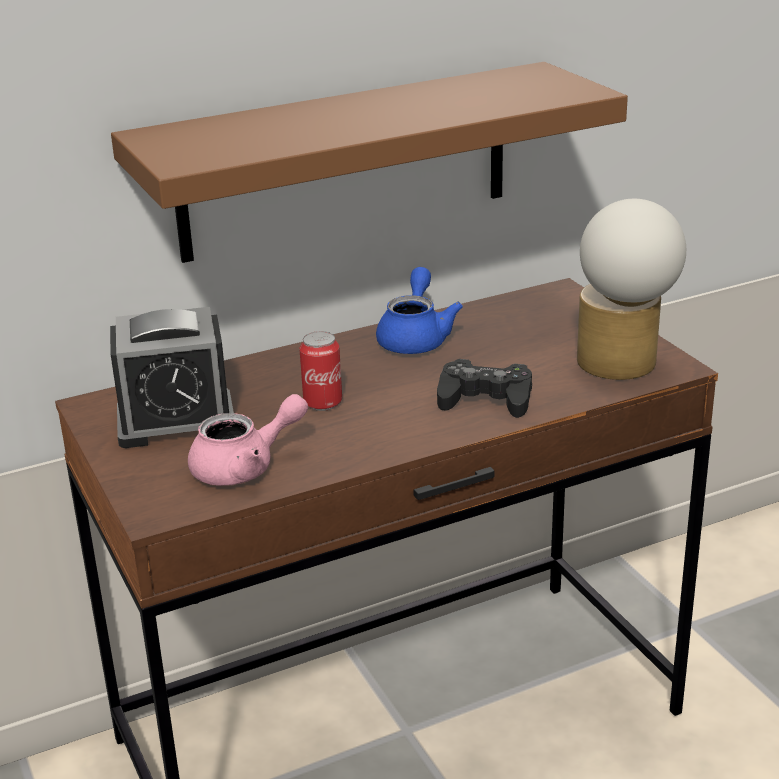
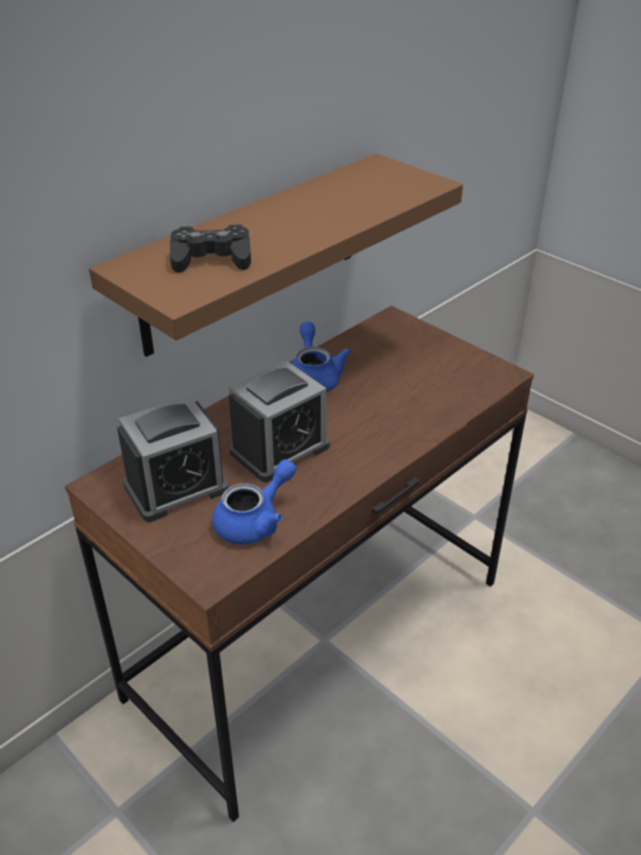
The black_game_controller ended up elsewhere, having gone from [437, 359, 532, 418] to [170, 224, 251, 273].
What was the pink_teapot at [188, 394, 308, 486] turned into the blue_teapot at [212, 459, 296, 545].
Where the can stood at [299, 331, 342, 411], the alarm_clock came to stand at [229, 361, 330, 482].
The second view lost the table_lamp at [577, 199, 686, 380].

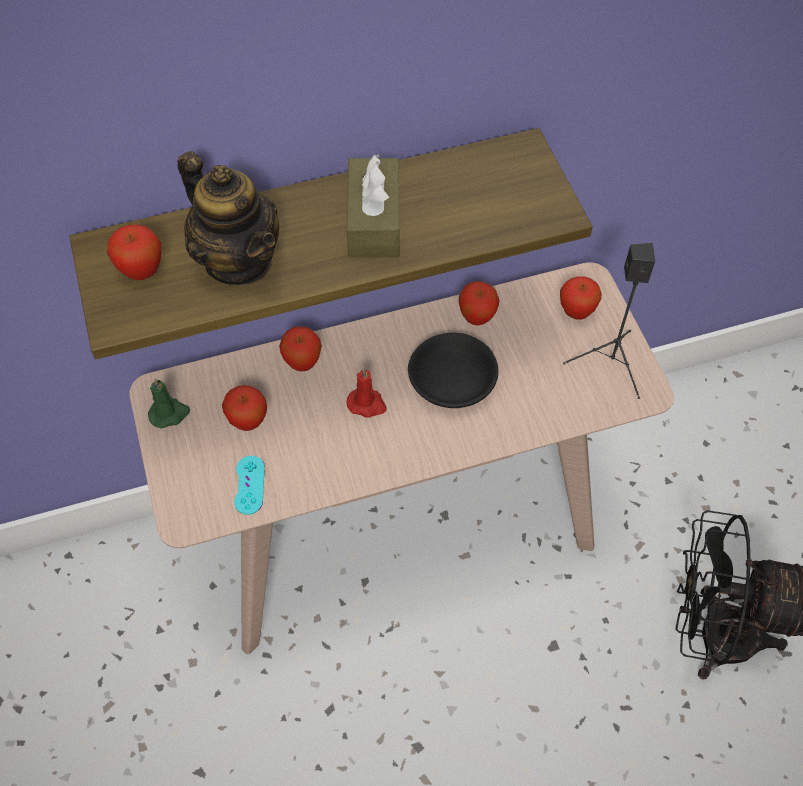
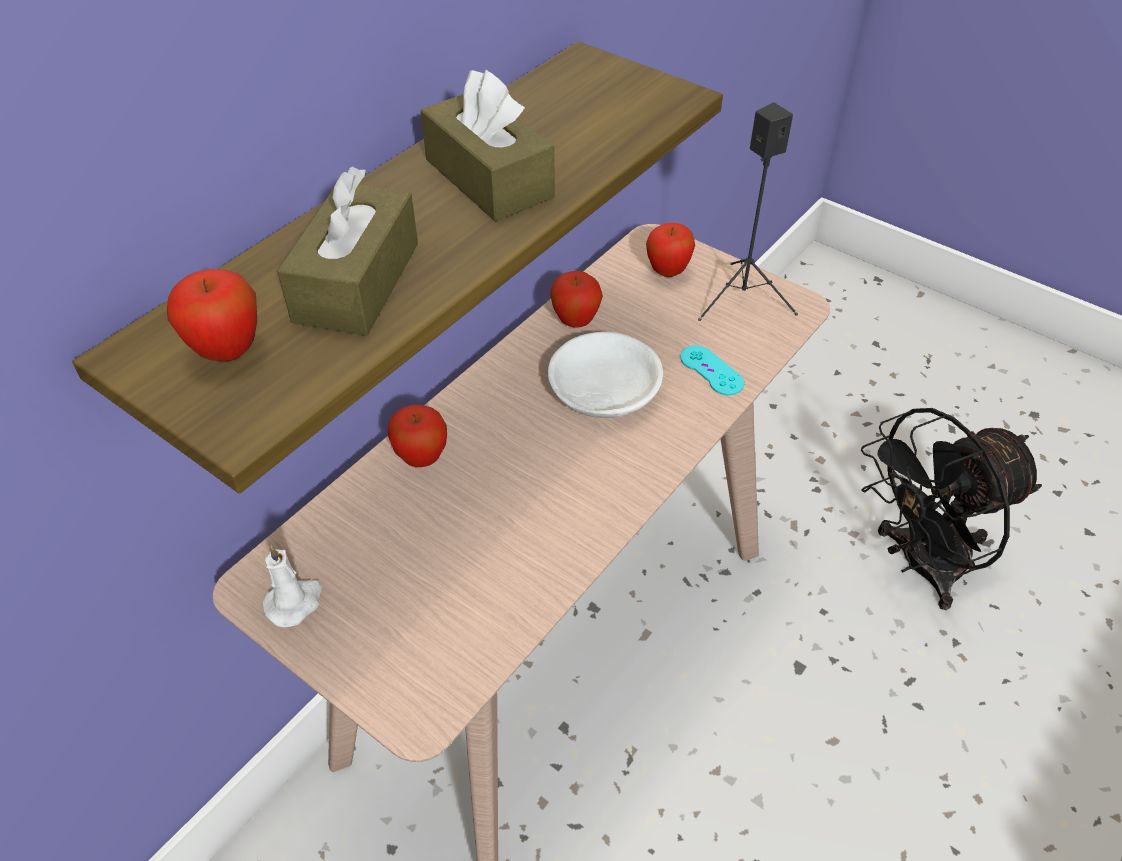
What was the green_candle at [148, 378, 190, 429] turned into the white_candle at [263, 544, 322, 628].
Where the teapot stood at [177, 151, 279, 285], the brown_tissue_box came to stand at [277, 166, 418, 336].
What was the black_bowl at [408, 333, 499, 408] turned into the white_bowl at [548, 332, 663, 418].
The turquoise_game_controller ended up elsewhere, having gone from [234, 456, 265, 515] to [680, 345, 744, 395].
The second view lost the apple at [222, 385, 267, 431].
The second view lost the red_candle at [347, 367, 387, 418].

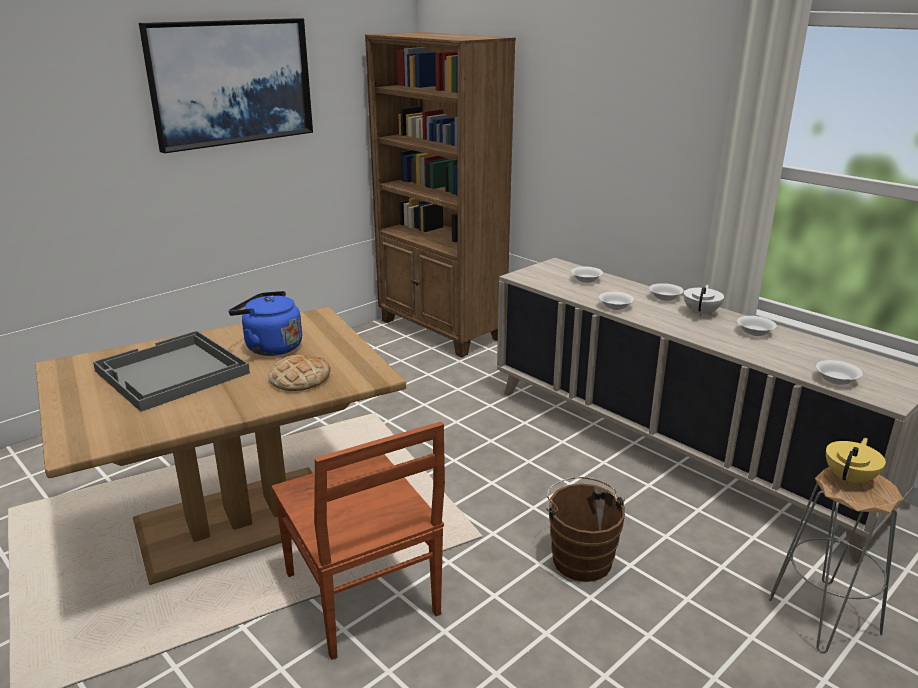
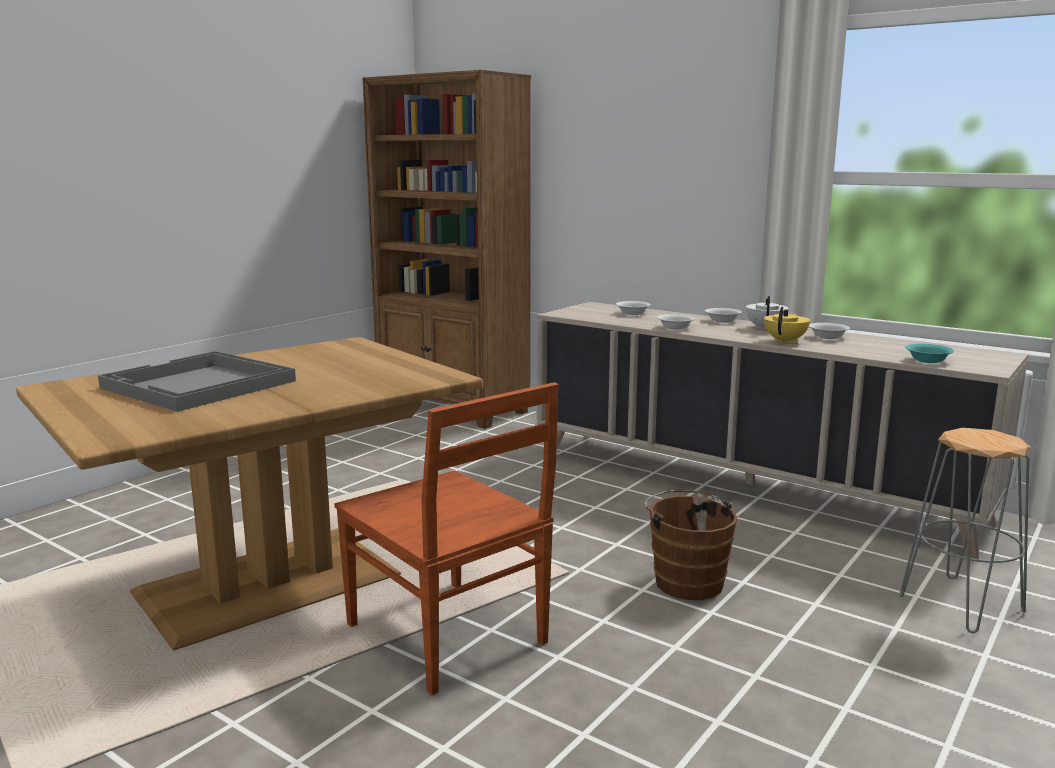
The yellow_teapot ended up elsewhere, having gone from [826, 438, 886, 485] to [764, 307, 810, 344].
What was the white_bowl at [816, 360, 863, 385] turned into the turquoise_bowl at [905, 344, 954, 363].
The second view lost the picture at [139, 18, 313, 153].
The second view lost the blue_kettle at [228, 291, 302, 356].
The second view lost the bread at [269, 355, 330, 391].

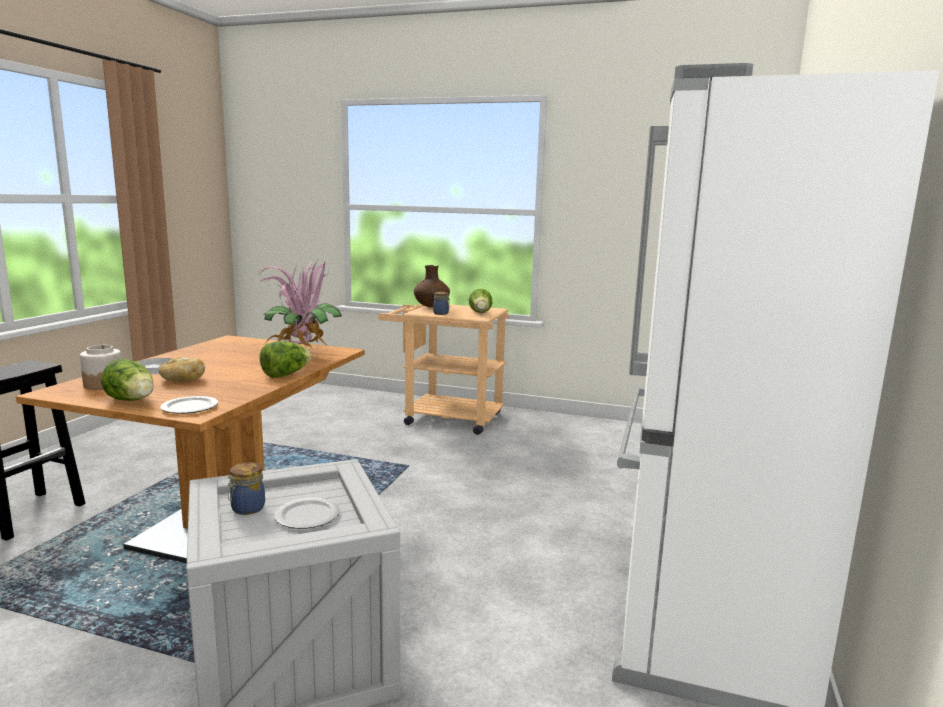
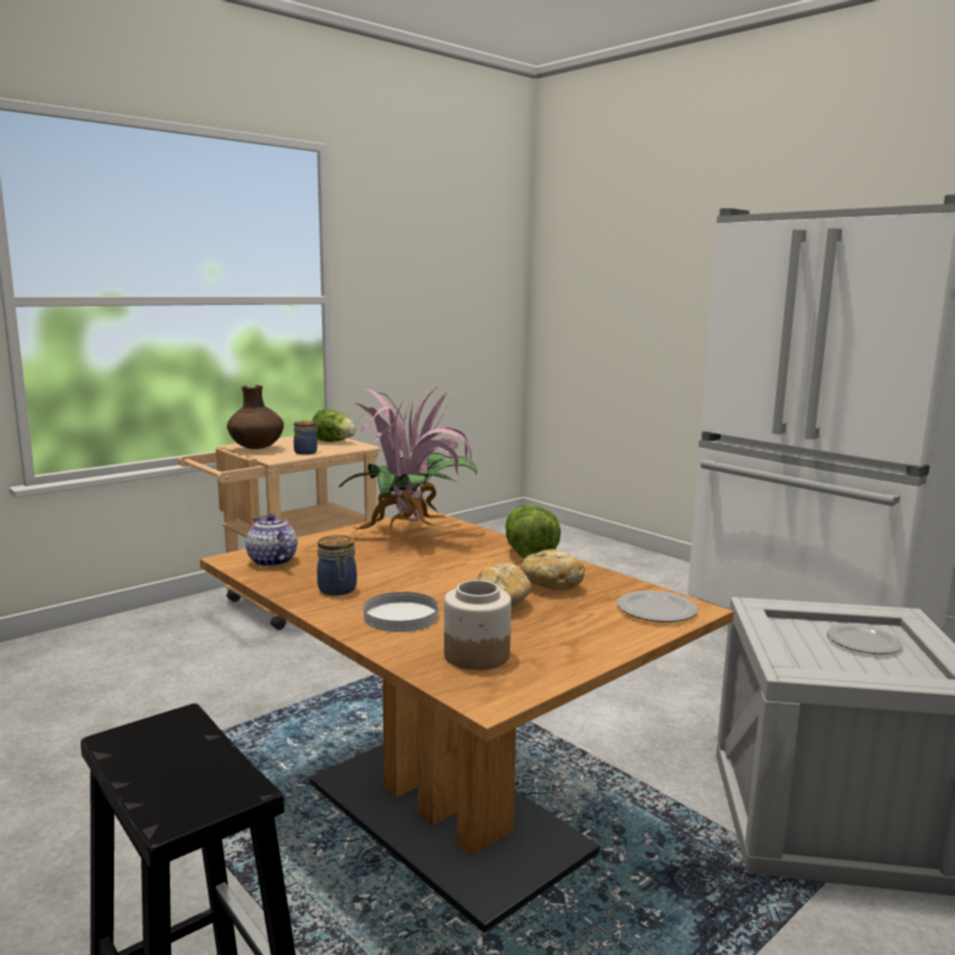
The second view gained the teapot at [246, 514, 298, 567].
The jar ended up elsewhere, having gone from [228, 462, 265, 515] to [317, 535, 357, 596].
The second view gained the bread at [520, 549, 585, 591].
The second view lost the lettuce at [101, 359, 154, 401].

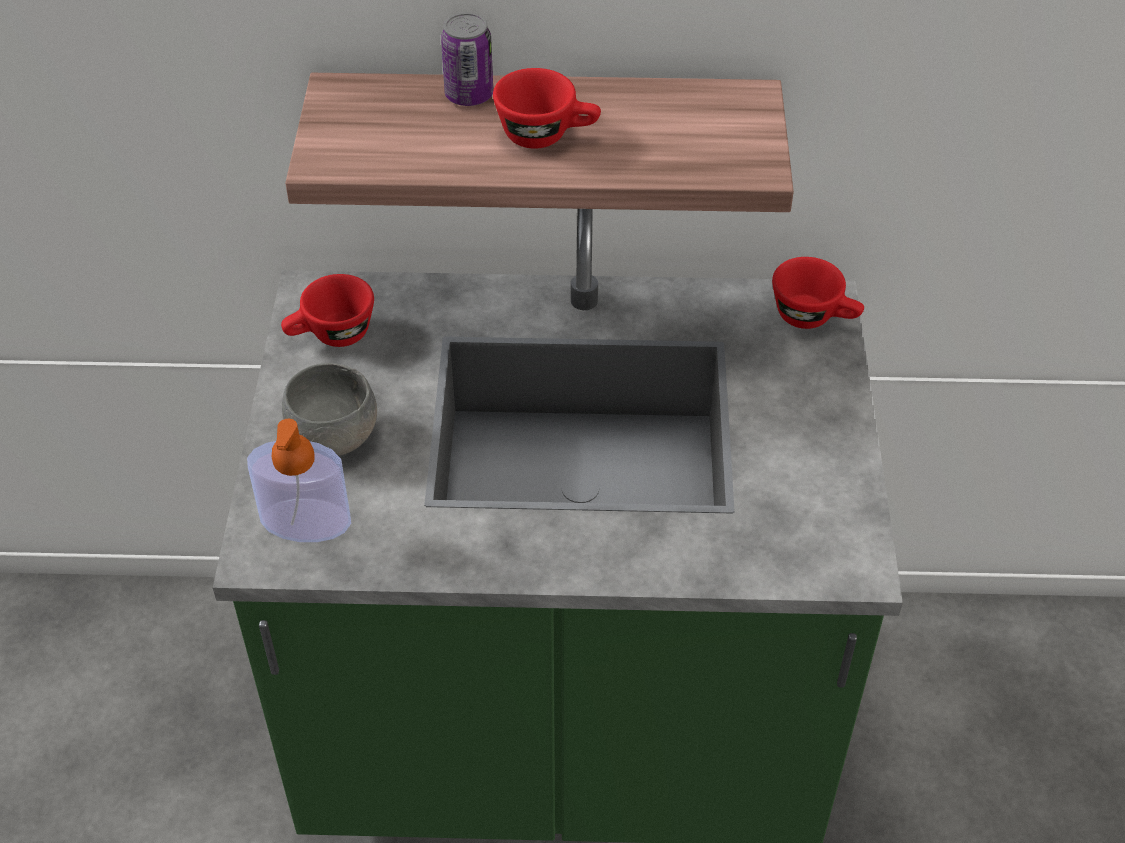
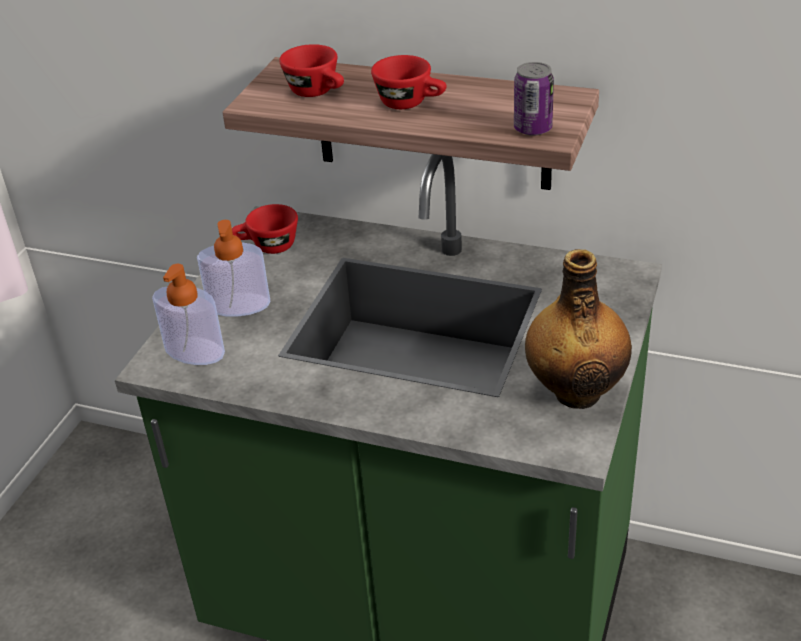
Where the grey_bowl stood at [282, 363, 377, 456], the soap_dispenser came to stand at [197, 220, 270, 317].
The red_cup ended up elsewhere, having gone from [772, 257, 864, 329] to [279, 44, 344, 97].
The can ended up elsewhere, having gone from [441, 13, 493, 106] to [514, 62, 554, 136].
The second view gained the bottle at [525, 249, 632, 409].

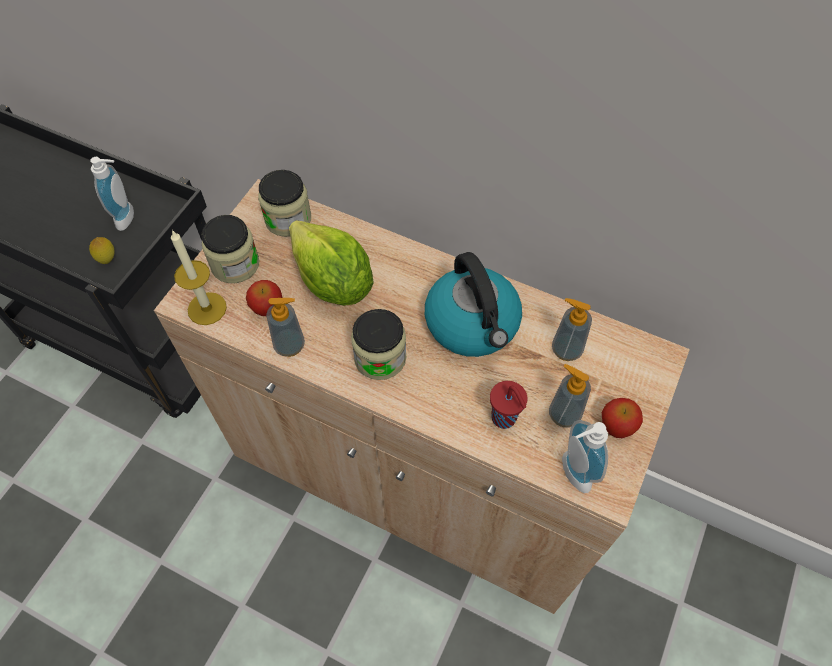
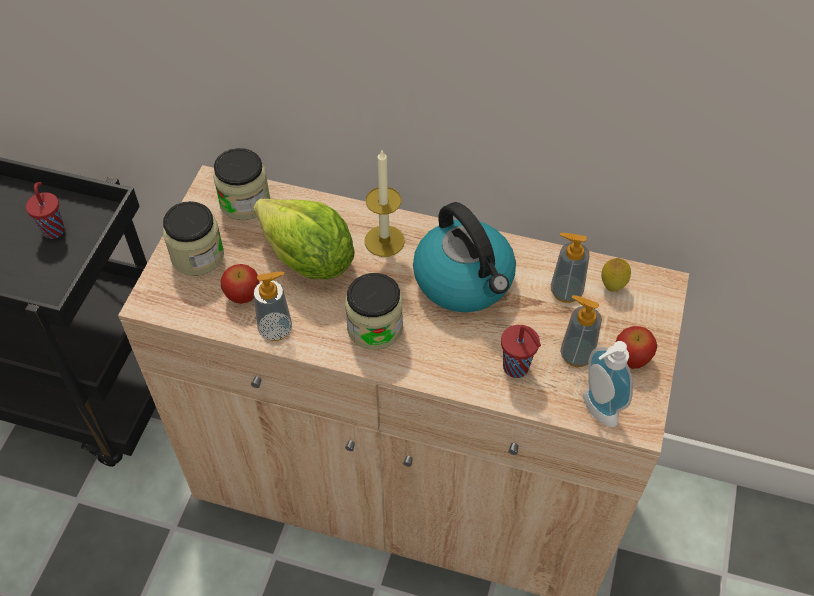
Where the soap_dispenser stood at [90, 157, 134, 231], the red_cup came to stand at [26, 182, 65, 239].
The candle ended up elsewhere, having gone from [171, 230, 227, 325] to [365, 150, 405, 257].
The lemon ended up elsewhere, having gone from [89, 237, 115, 264] to [601, 258, 631, 292].

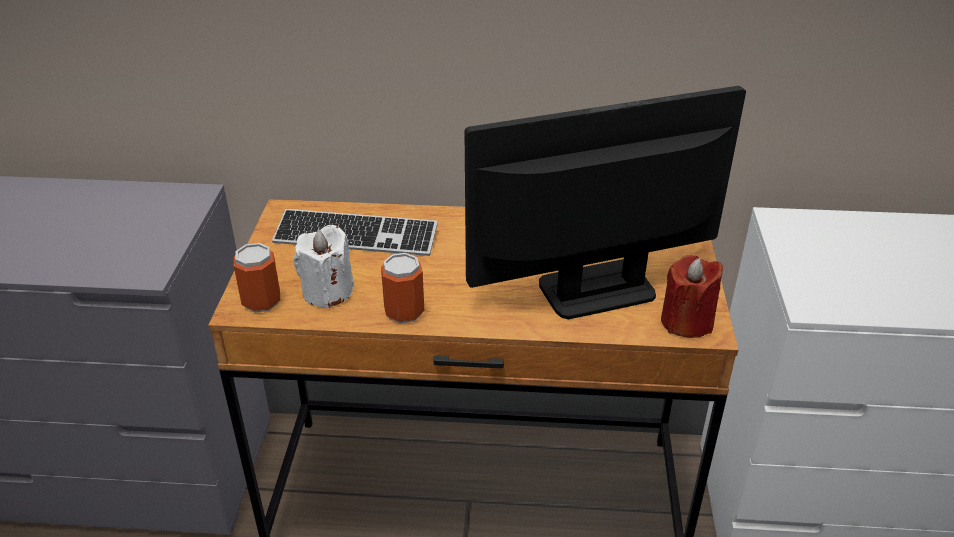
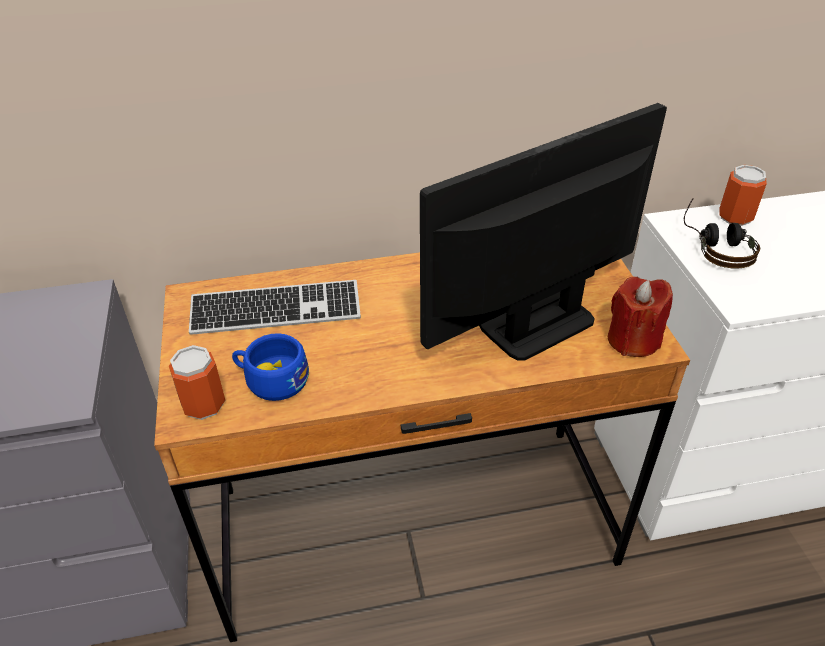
Where the white_candle stood at [294, 225, 354, 308], the blue_cup came to stand at [232, 333, 309, 401].
The second view gained the headphones at [684, 198, 760, 268].
The can ended up elsewhere, having gone from [381, 253, 424, 323] to [720, 165, 767, 226].

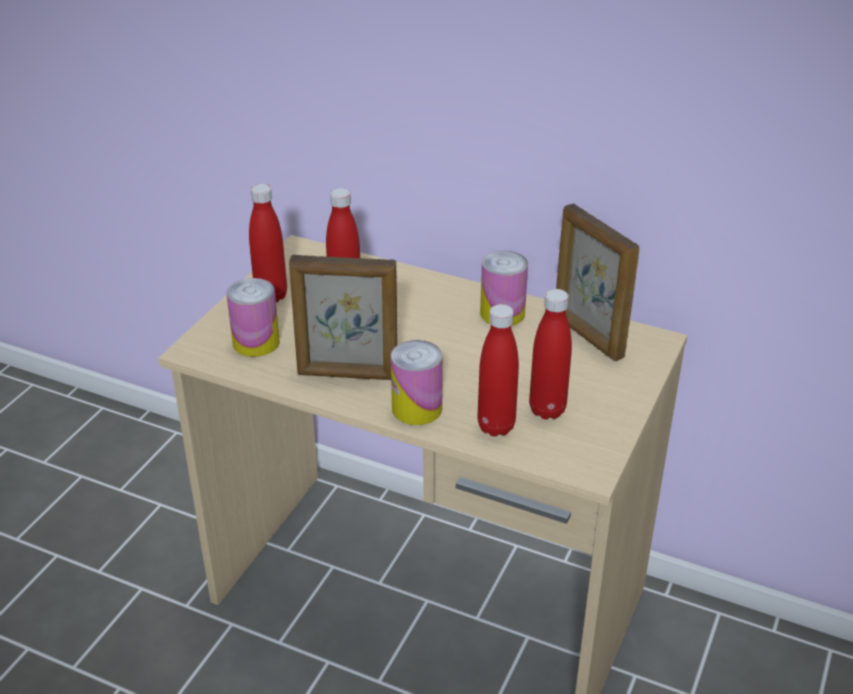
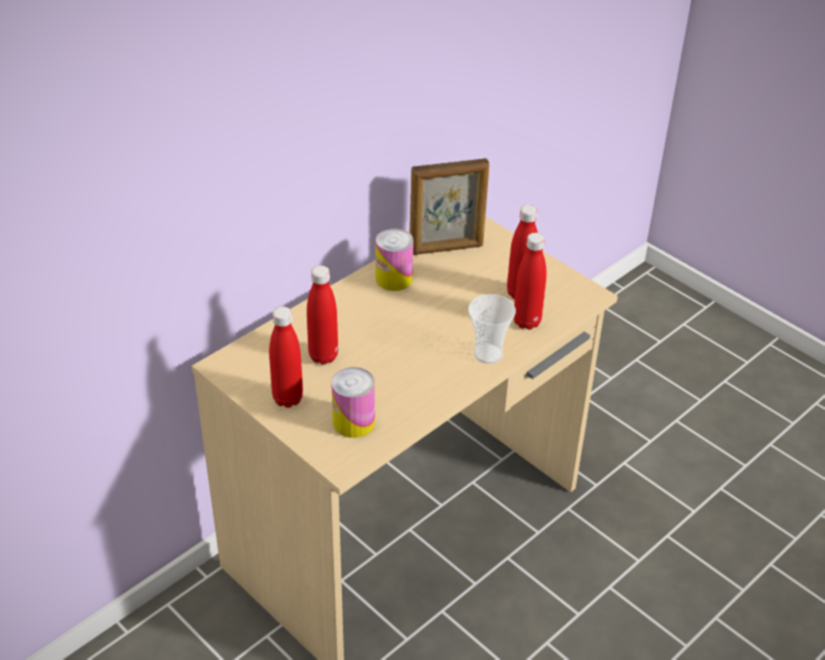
Where the can stood at [391, 340, 443, 425], the cup came to stand at [468, 294, 516, 364].
The second view lost the picture_frame at [289, 255, 397, 380].

